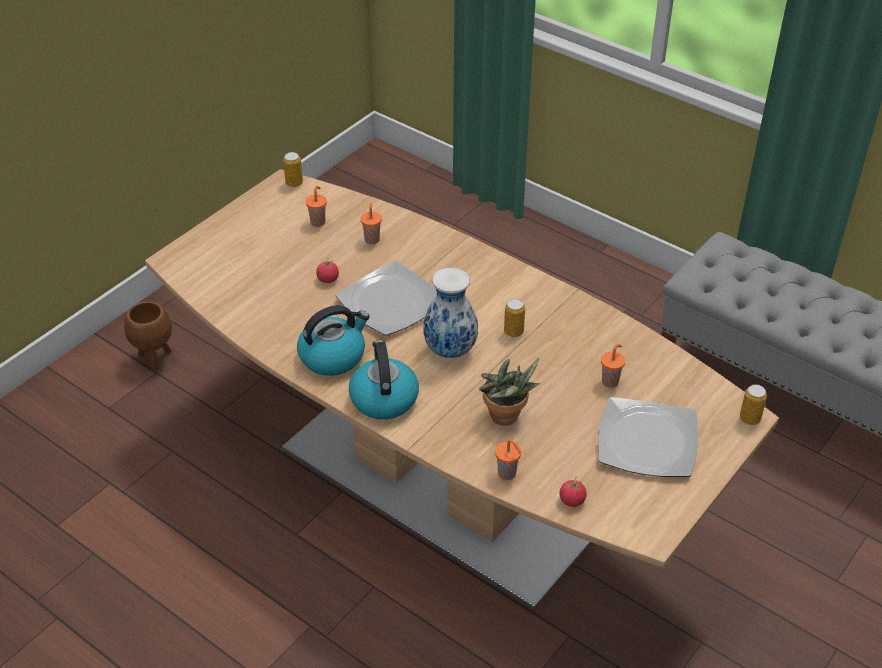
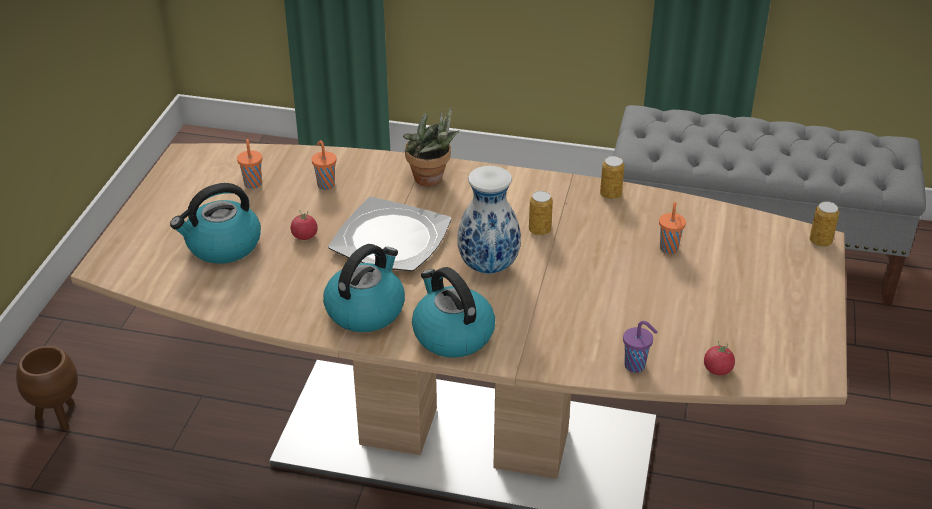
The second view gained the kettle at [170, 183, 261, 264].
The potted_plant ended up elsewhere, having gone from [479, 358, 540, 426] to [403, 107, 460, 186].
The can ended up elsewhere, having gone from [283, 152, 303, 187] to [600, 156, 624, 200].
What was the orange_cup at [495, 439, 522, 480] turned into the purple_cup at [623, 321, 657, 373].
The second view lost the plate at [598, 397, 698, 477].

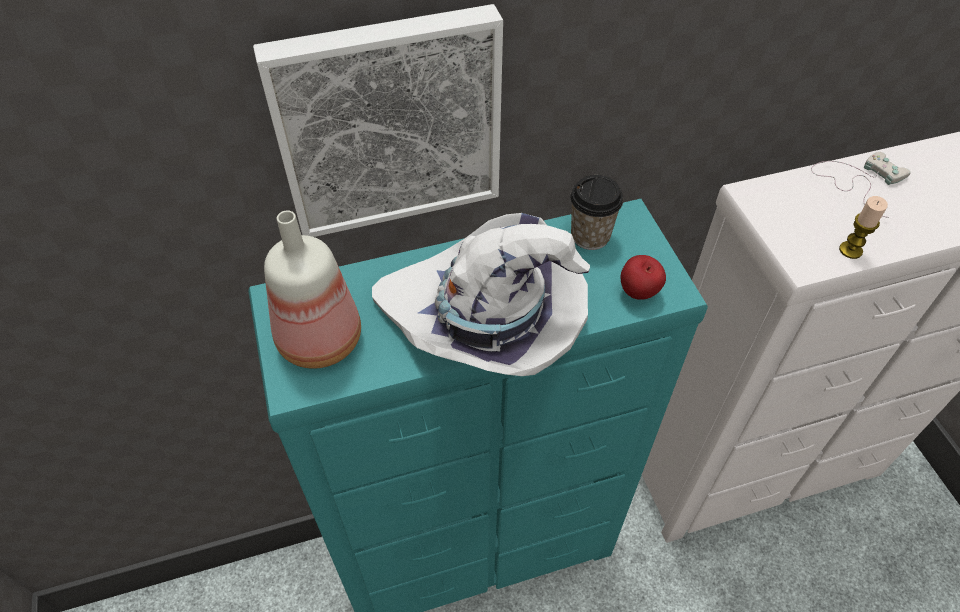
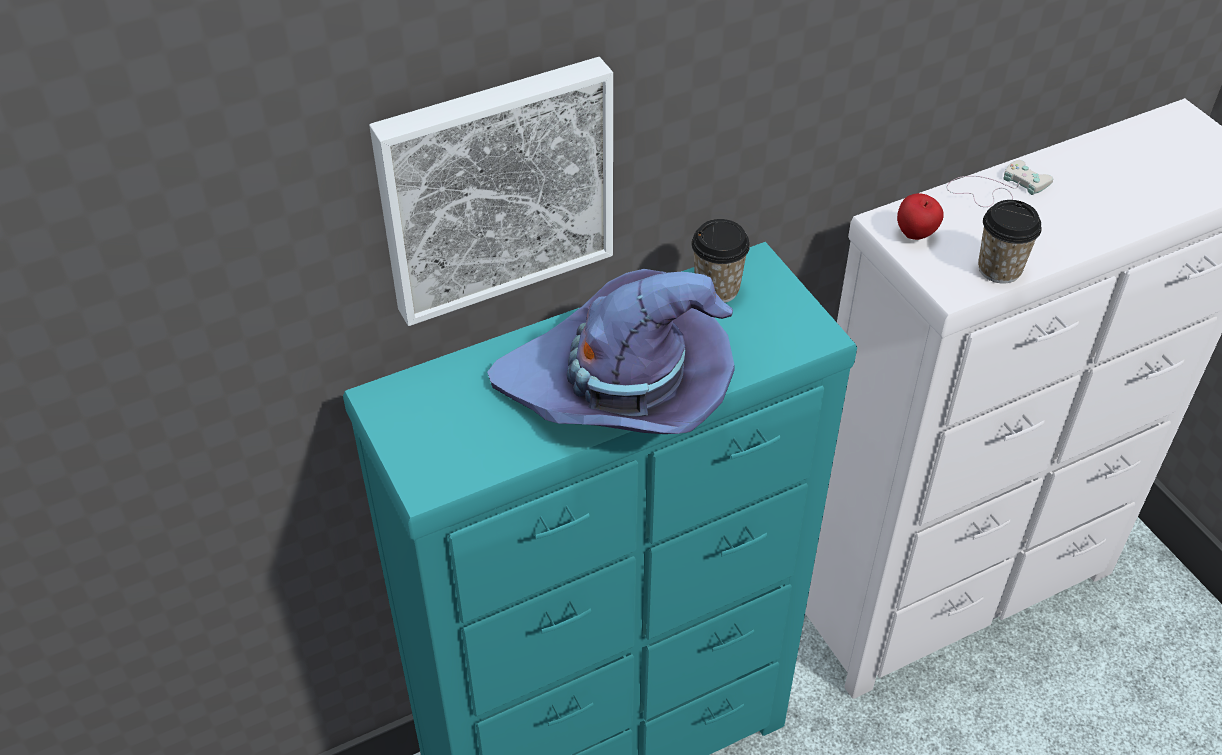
What was the white_hat at [372, 213, 590, 376] turned into the purple_hat at [487, 269, 735, 434].
The apple ended up elsewhere, having gone from [621, 255, 666, 299] to [897, 193, 944, 240].
Where the candle stood at [839, 196, 888, 259], the cup came to stand at [978, 200, 1042, 284].
The second view lost the bottle at [264, 210, 361, 369].

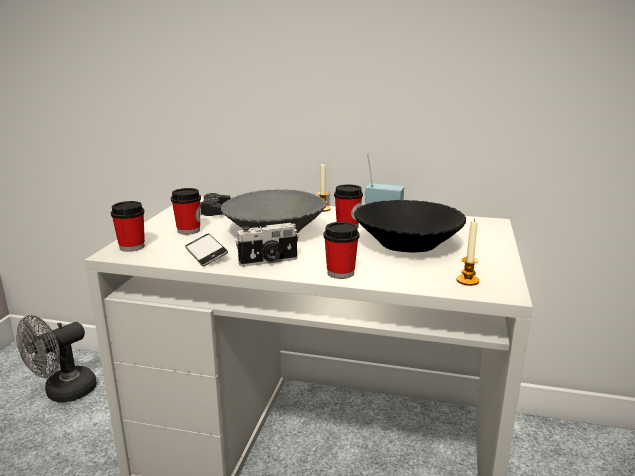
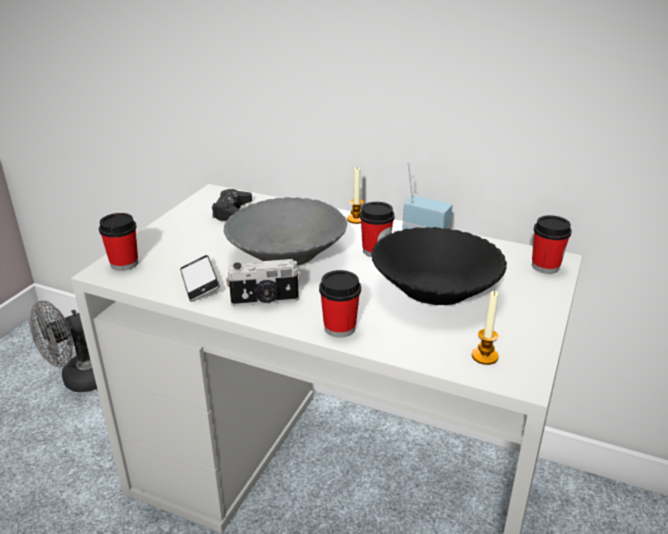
The cup ended up elsewhere, having gone from [171, 188, 201, 235] to [532, 215, 572, 274].

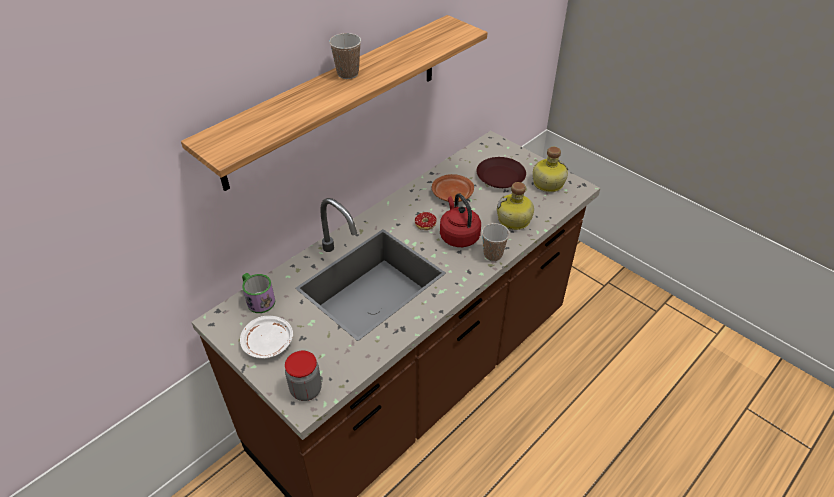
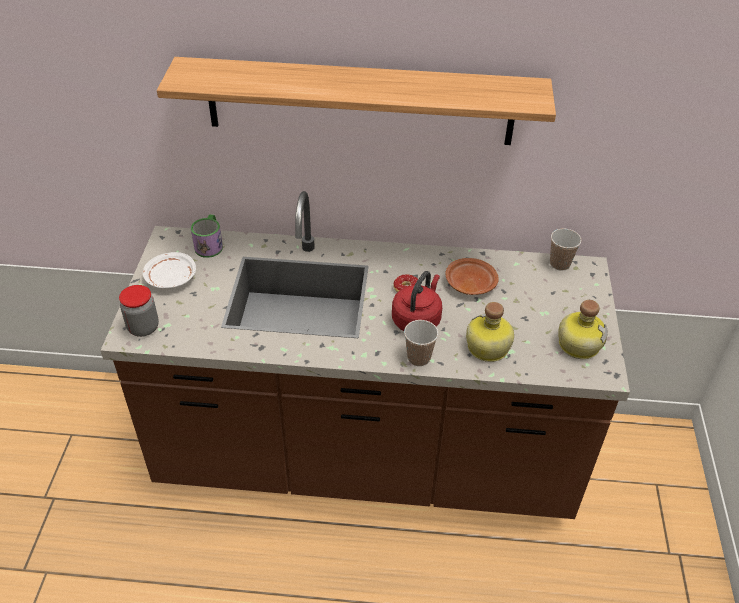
The cup ended up elsewhere, having gone from [329, 33, 361, 79] to [550, 229, 582, 271].
The second view lost the brown_plate at [476, 157, 526, 188].

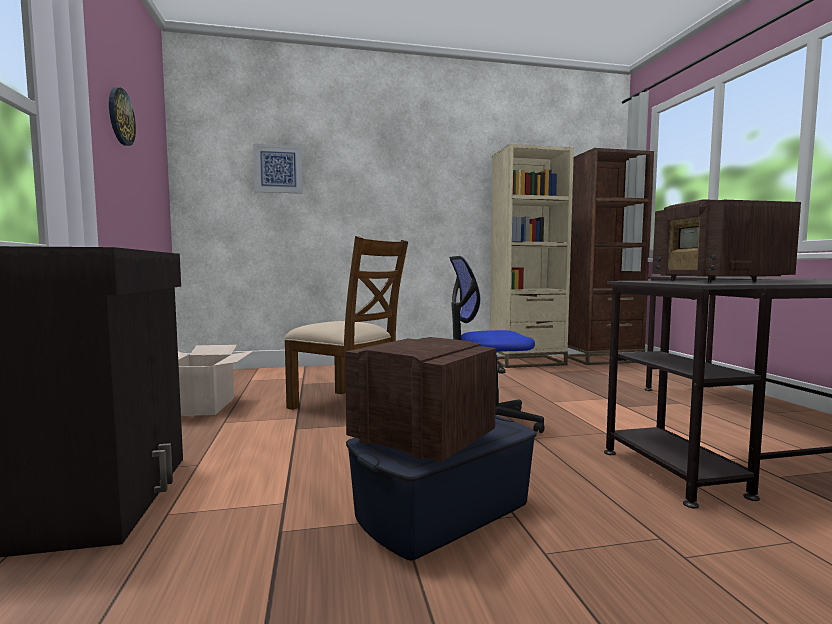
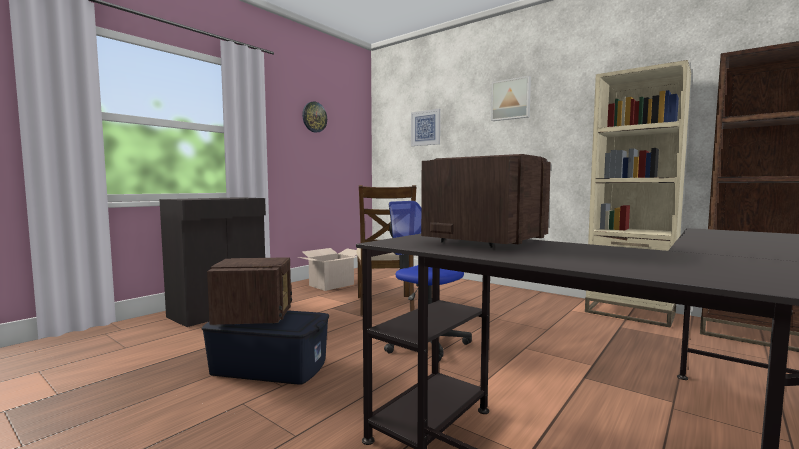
The second view gained the picture at [491, 76, 531, 121].

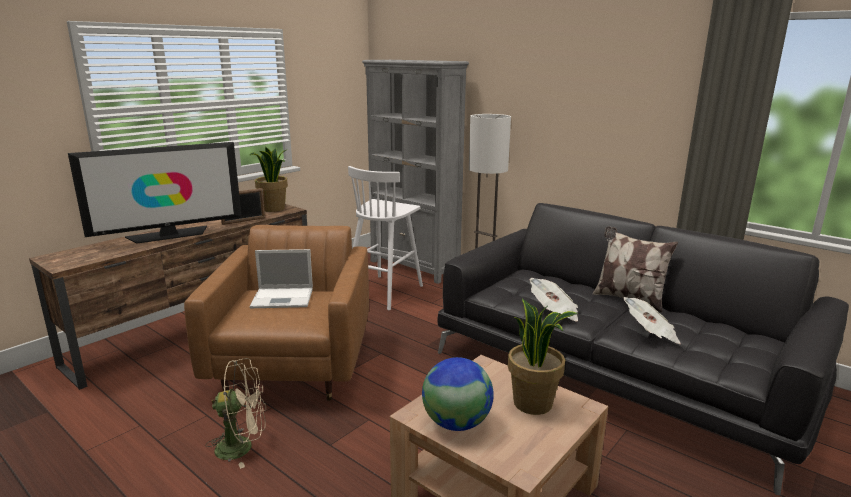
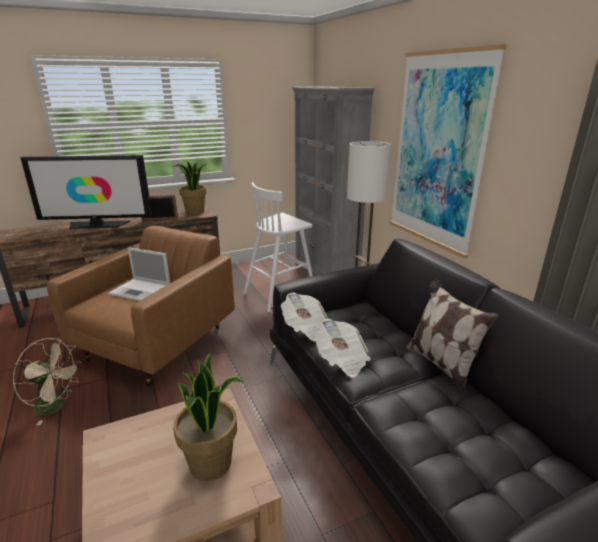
The newspaper ended up elsewhere, having gone from [624, 297, 681, 344] to [281, 293, 328, 341].
The second view gained the picture at [390, 44, 507, 258].
The second view lost the globe at [422, 357, 494, 431].

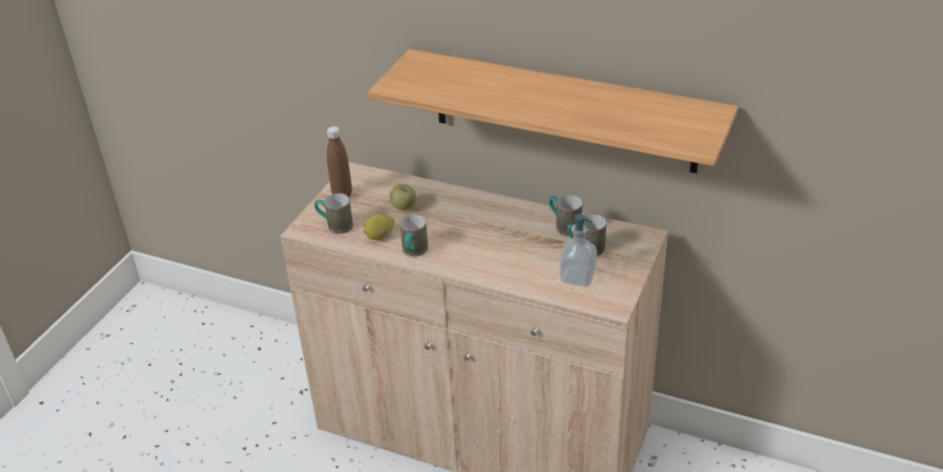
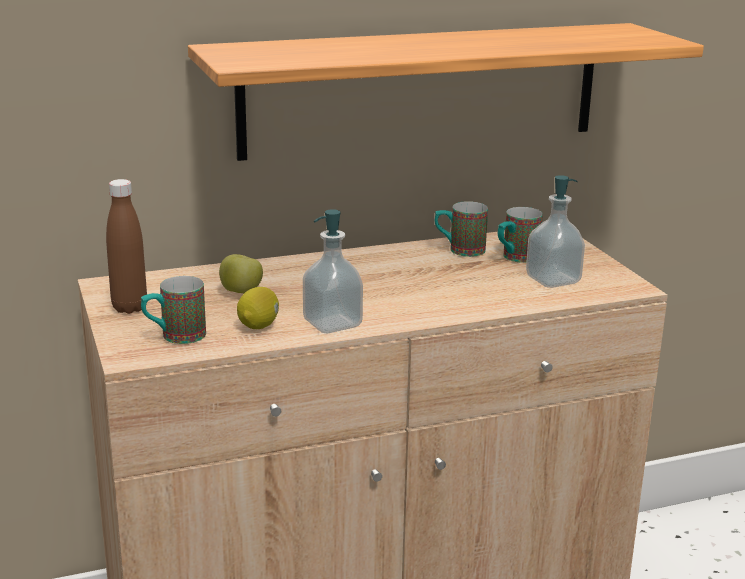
Where the mug stood at [400, 215, 428, 257], the soap_dispenser came to stand at [303, 209, 363, 333].

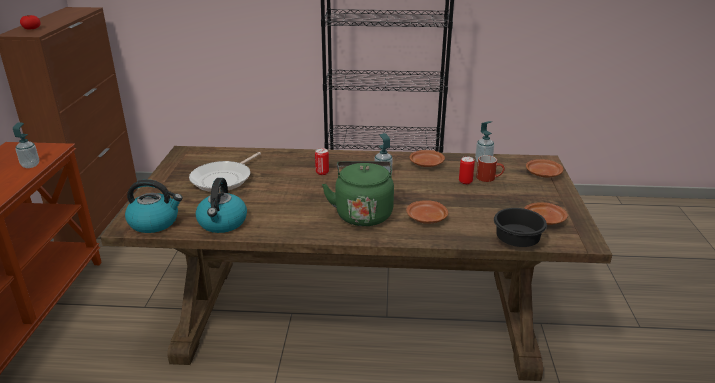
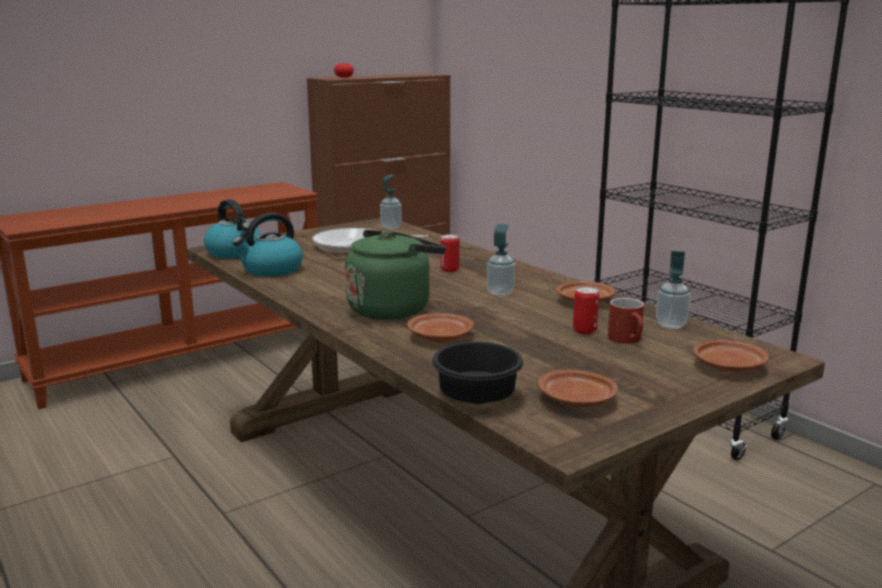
The soap_dispenser ended up elsewhere, having gone from [13, 122, 39, 168] to [380, 174, 402, 229].

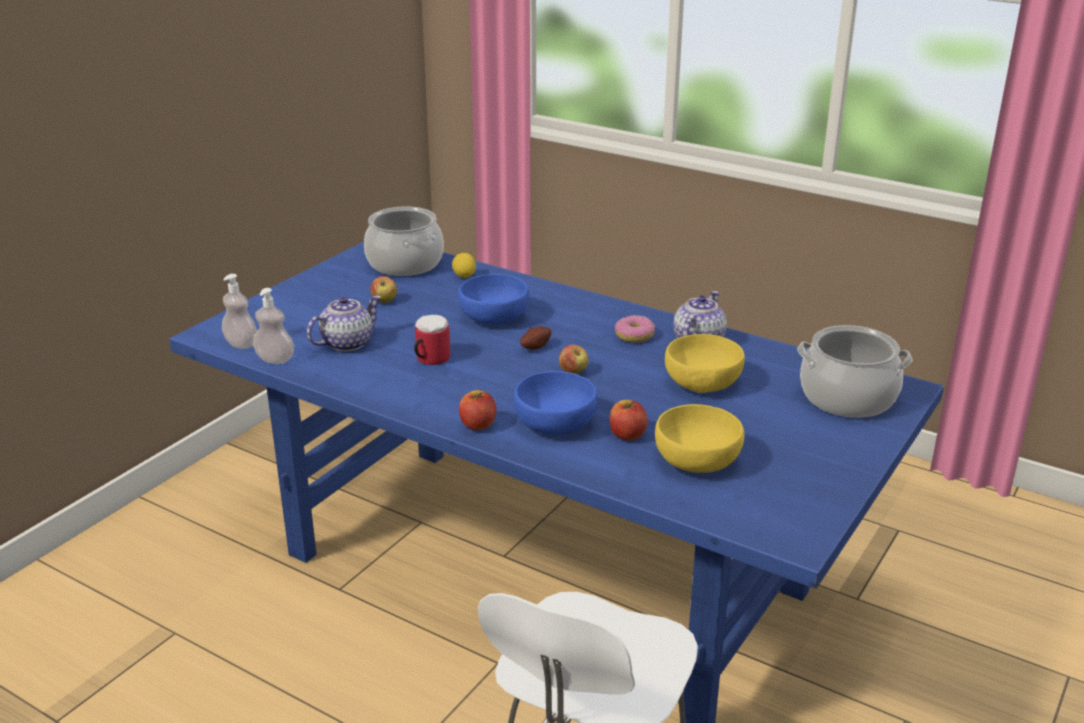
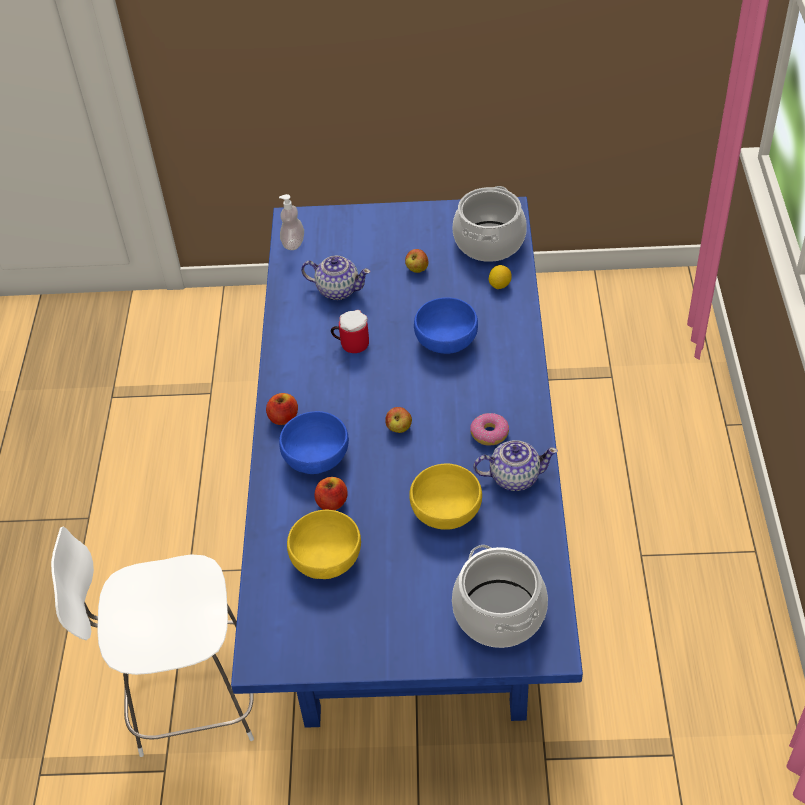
The second view lost the soap_dispenser at [253, 288, 294, 364].
The second view lost the potato at [520, 326, 552, 350].

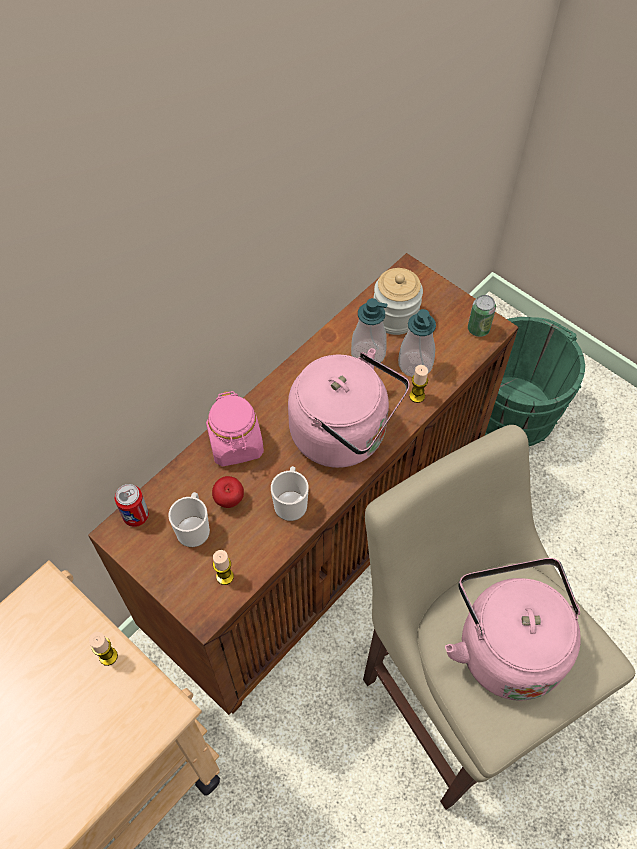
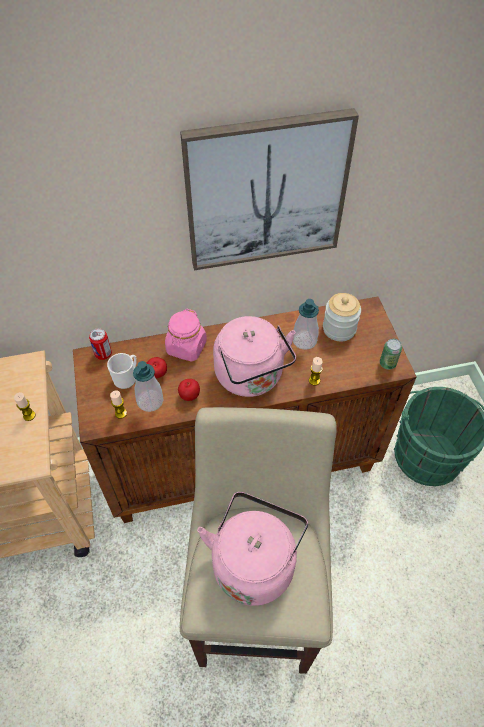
The soap_dispenser ended up elsewhere, having gone from [398, 309, 436, 377] to [133, 361, 164, 412].
Where the mug stood at [271, 466, 309, 521], the apple came to stand at [178, 379, 200, 401].
The second view gained the picture at [180, 108, 359, 270].

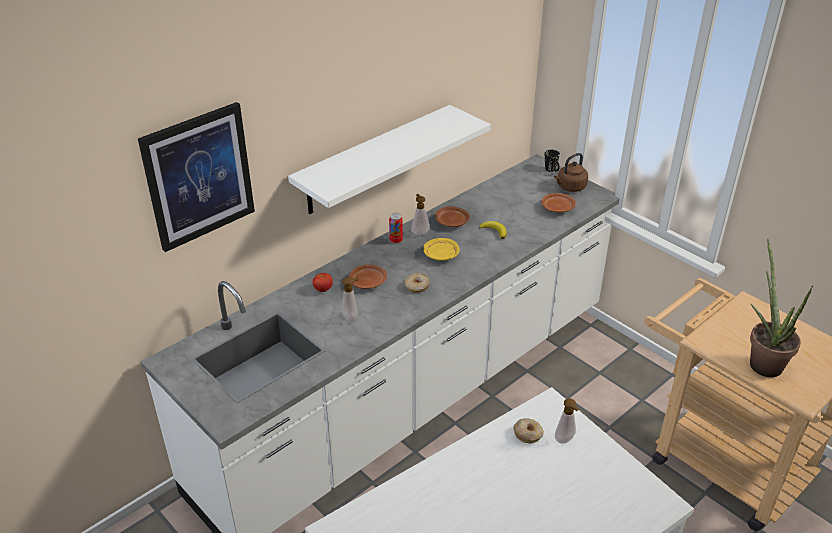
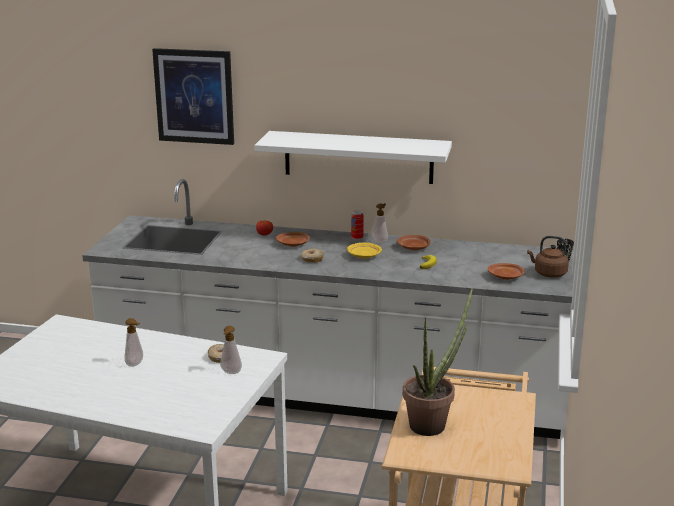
The soap_dispenser ended up elsewhere, having gone from [342, 277, 358, 322] to [125, 318, 143, 367].

